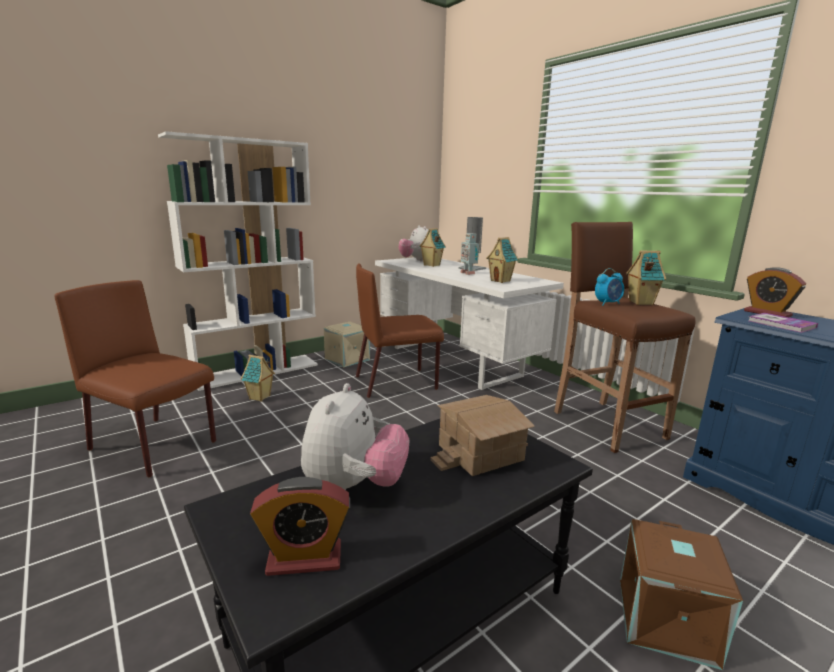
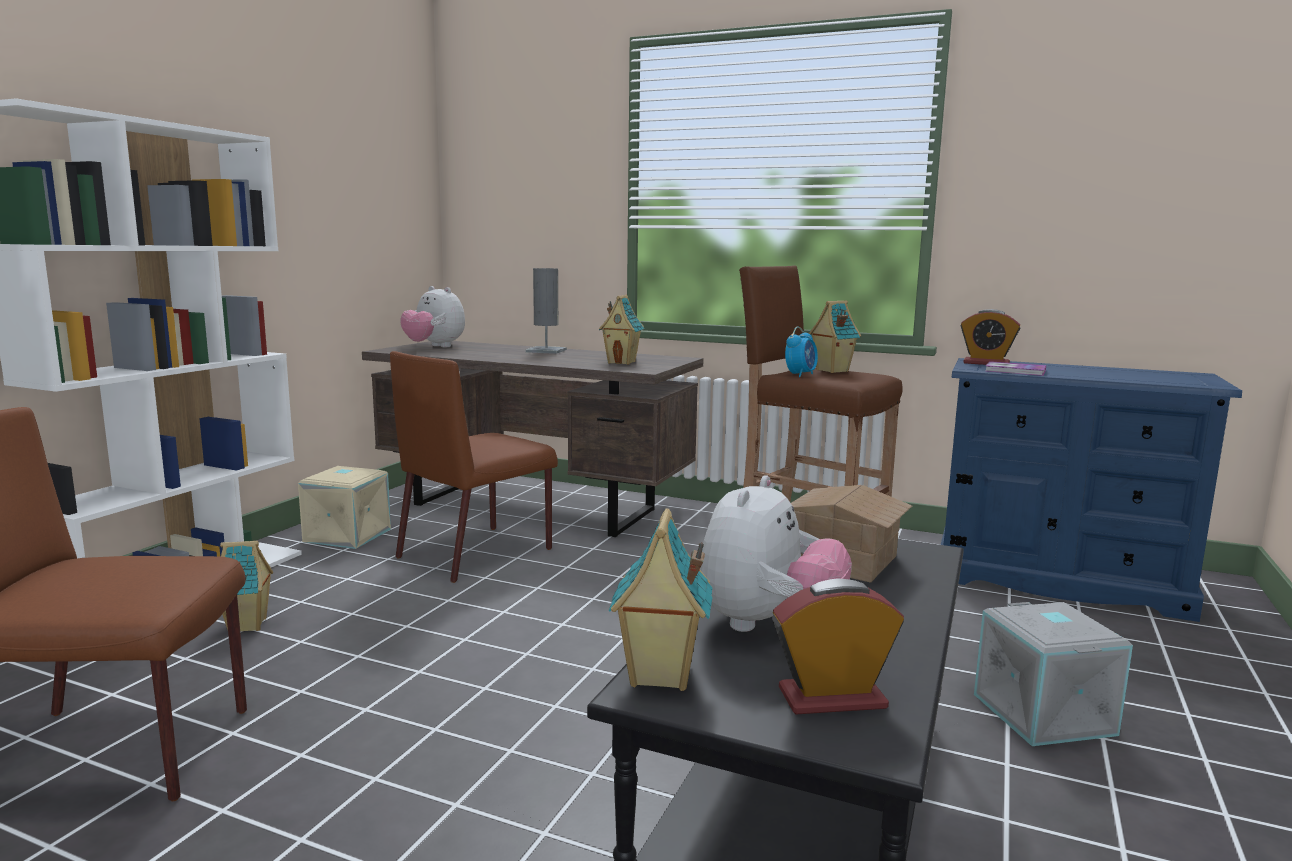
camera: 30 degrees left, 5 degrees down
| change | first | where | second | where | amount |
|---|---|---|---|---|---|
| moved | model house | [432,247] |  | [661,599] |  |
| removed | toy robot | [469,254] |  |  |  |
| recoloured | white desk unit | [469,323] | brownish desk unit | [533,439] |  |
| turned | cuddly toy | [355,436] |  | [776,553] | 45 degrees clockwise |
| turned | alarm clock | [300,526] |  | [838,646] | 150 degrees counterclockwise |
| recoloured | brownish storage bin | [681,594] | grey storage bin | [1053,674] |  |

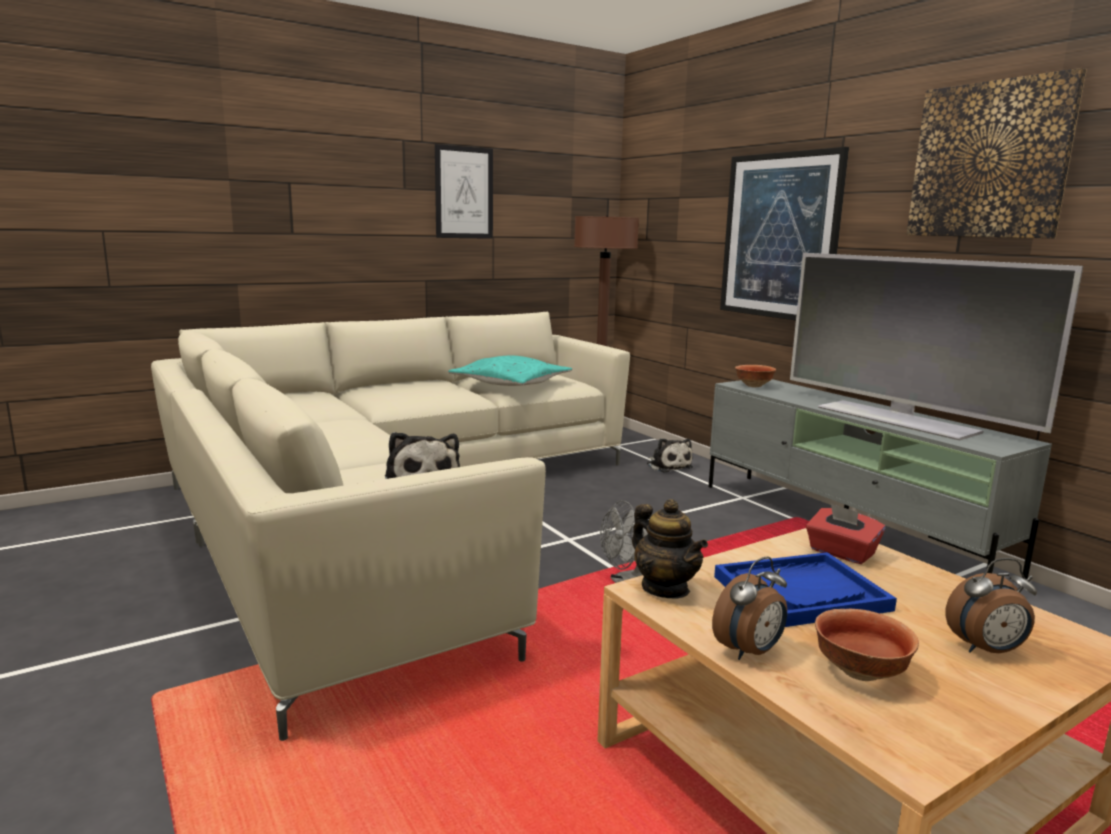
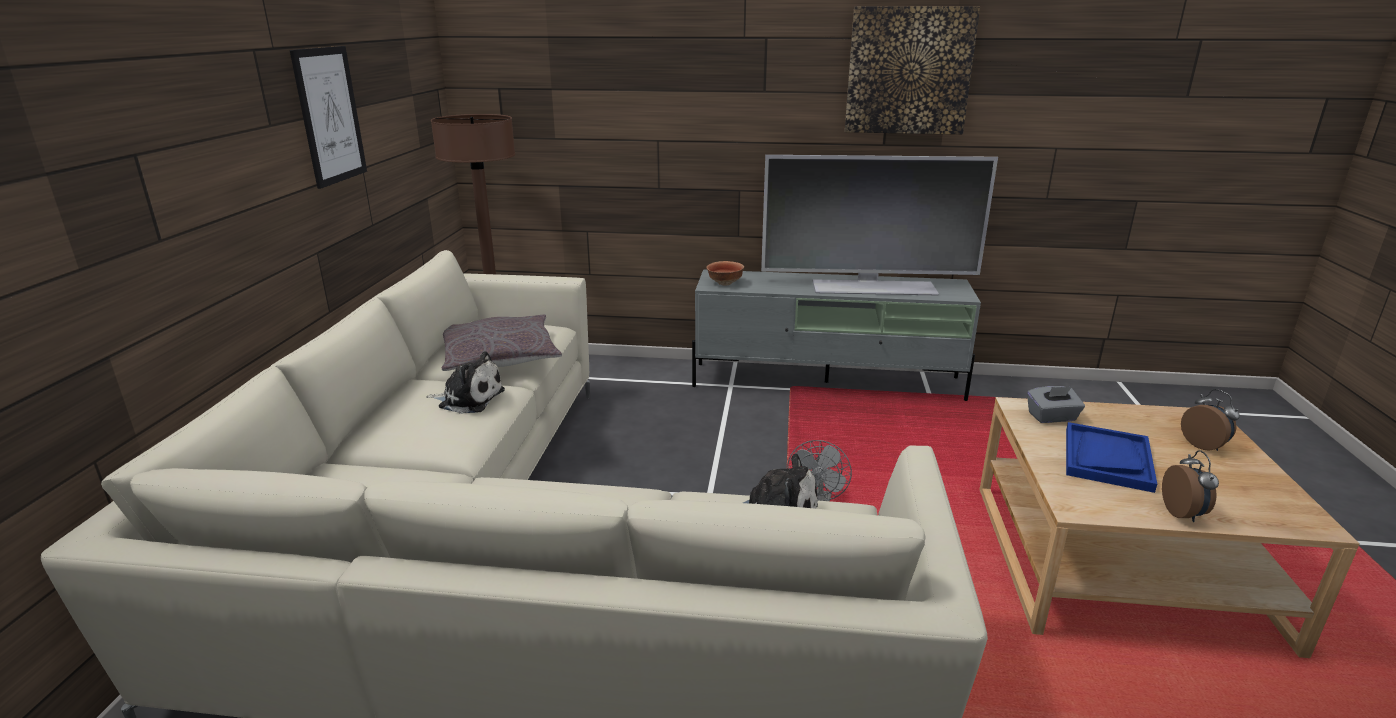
camera: 50 degrees left, 10 degrees up
| change | first | where | second | where | amount |
|---|---|---|---|---|---|
| removed | picture | [784,234] |  |  |  |
| recoloured | turquoise throw pillow | [510,371] | grey throw pillow | [502,342] |  |
| moved | cuddly toy | [670,455] |  | [465,382] |  |
| removed | teapot | [670,548] |  |  |  |
| recoloured | reddish tissue holder | [845,534] | grey tissue holder | [1056,404] |  |
| turned | alarm clock | [991,605] |  | [1210,420] | 60 degrees counterclockwise |
| removed | serving bowl | [867,645] |  |  |  |

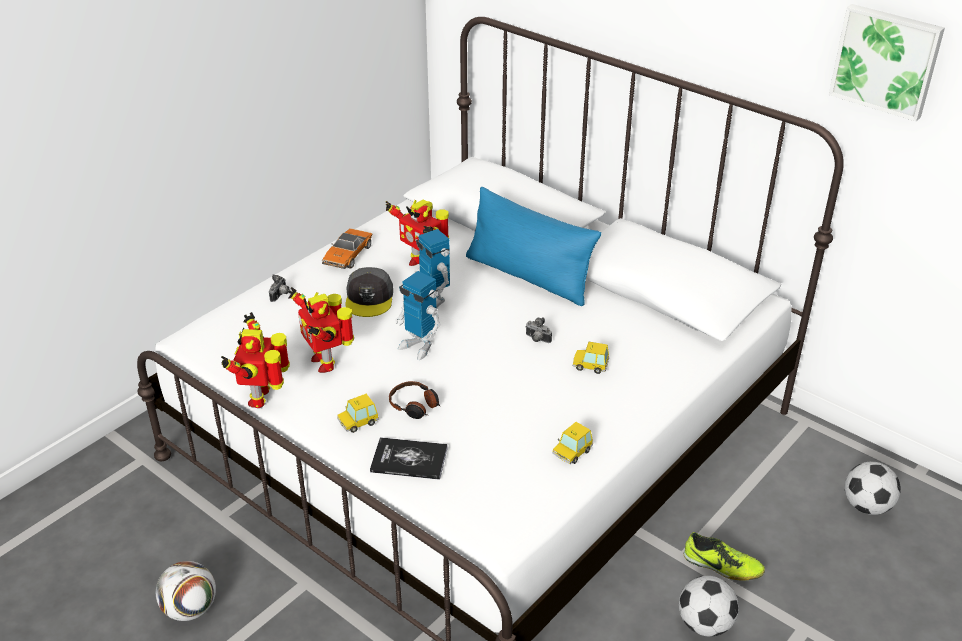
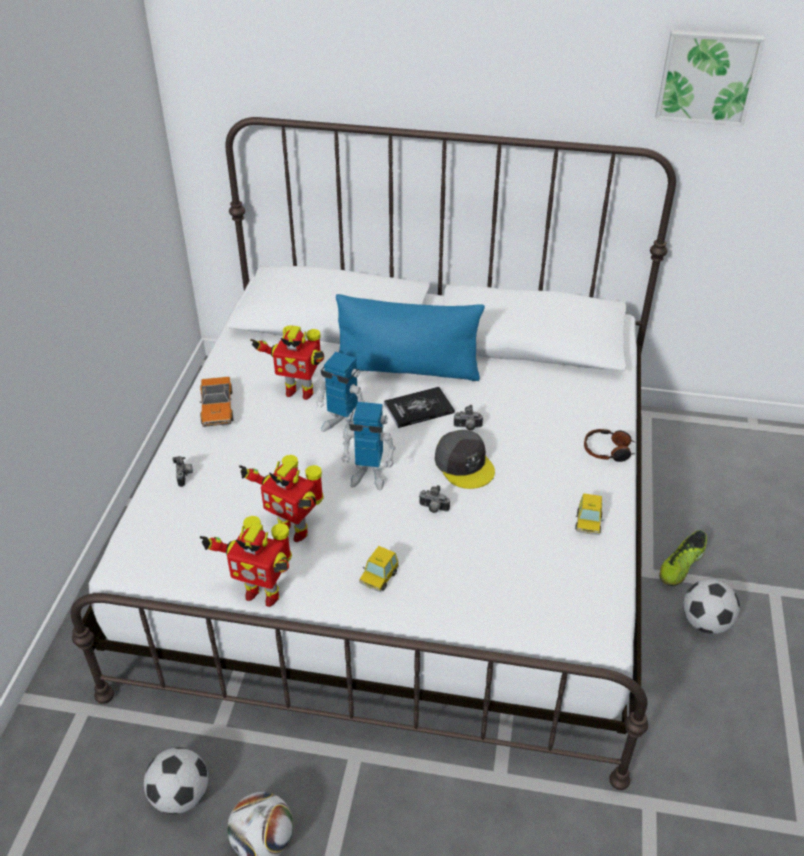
camera: 30 degrees left, 5 degrees up
| change | first | where | second | where | amount |
|---|---|---|---|---|---|
| moved | grey baseball cap | [369,292] |  | [465,459] |  |
| turned | toy robot | [255,360] |  | [246,561] | 45 degrees counterclockwise |
| removed | model car | [591,358] |  |  |  |
| moved | headset | [414,400] |  | [610,445] |  |
| moved | volume | [409,458] |  | [419,407] |  |
| moved | ball for football | [873,488] |  | [176,780] |  |
| turned | low shoe | [724,556] |  | [683,558] | 135 degrees clockwise |
| added |  |  | photo camera | [434,499] |  |

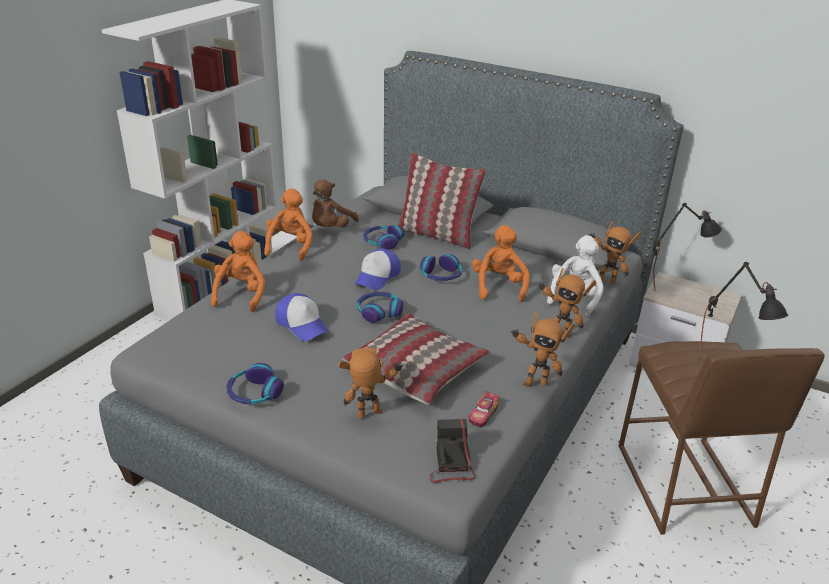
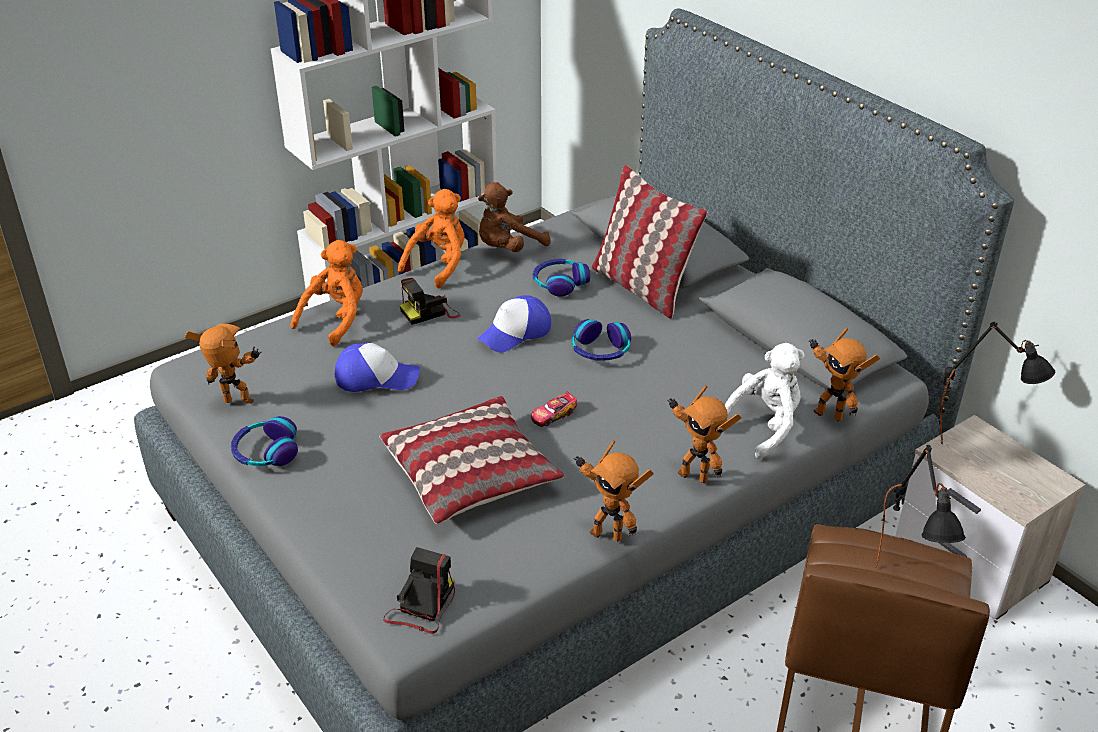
camera: 25 degrees right, 5 degrees up
| change | first | where | second | where | amount |
|---|---|---|---|---|---|
| removed | orange-coloured cuddly toy | [501,263] |  |  |  |
| removed | headset | [380,307] |  |  |  |
| turned | baseball cap | [302,317] |  | [377,367] | 75 degrees counterclockwise |
| moved | toy robot | [371,383] |  | [223,364] |  |
| moved | model car | [484,409] |  | [554,409] |  |
| added |  |  | photo camera | [430,301] |  |

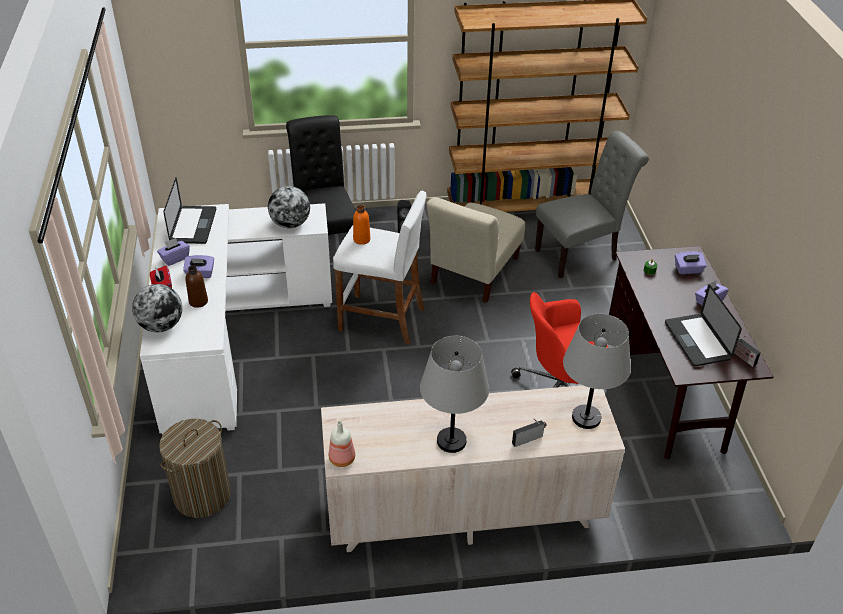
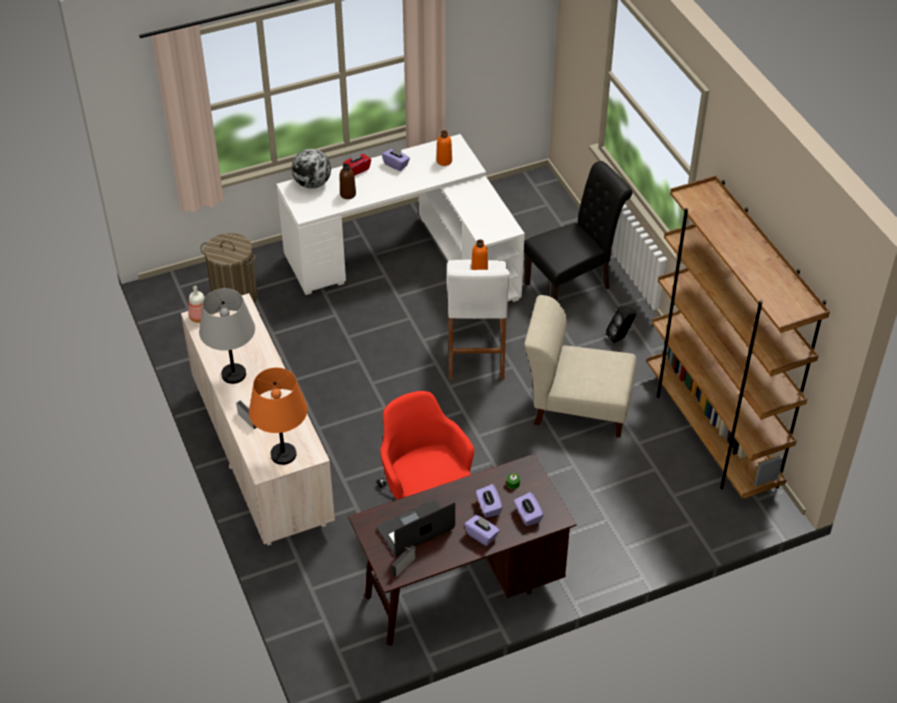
camera: 75 degrees right, 5 degrees up
| change | first | where | second | where | amount |
|---|---|---|---|---|---|
| removed | grey chair | [592,204] |  |  |  |
| replaced | portable computer | [189,210] | orange-coloured beverage bottle | [444,148] |  |
| removed | world globe | [289,207] |  |  |  |
| moved | purplish tissue holder | [198,266] |  | [489,501] |  |
| recoloured | grey table lamp | [597,371] | orange-coloured table lamp | [278,416] |  |

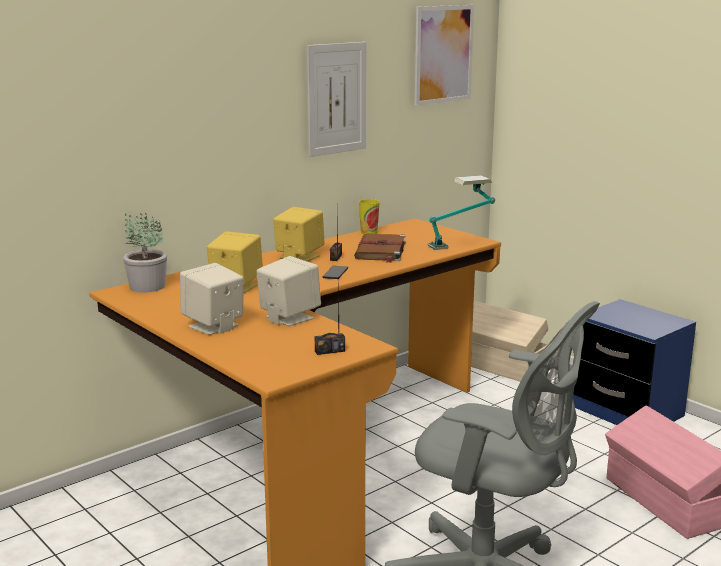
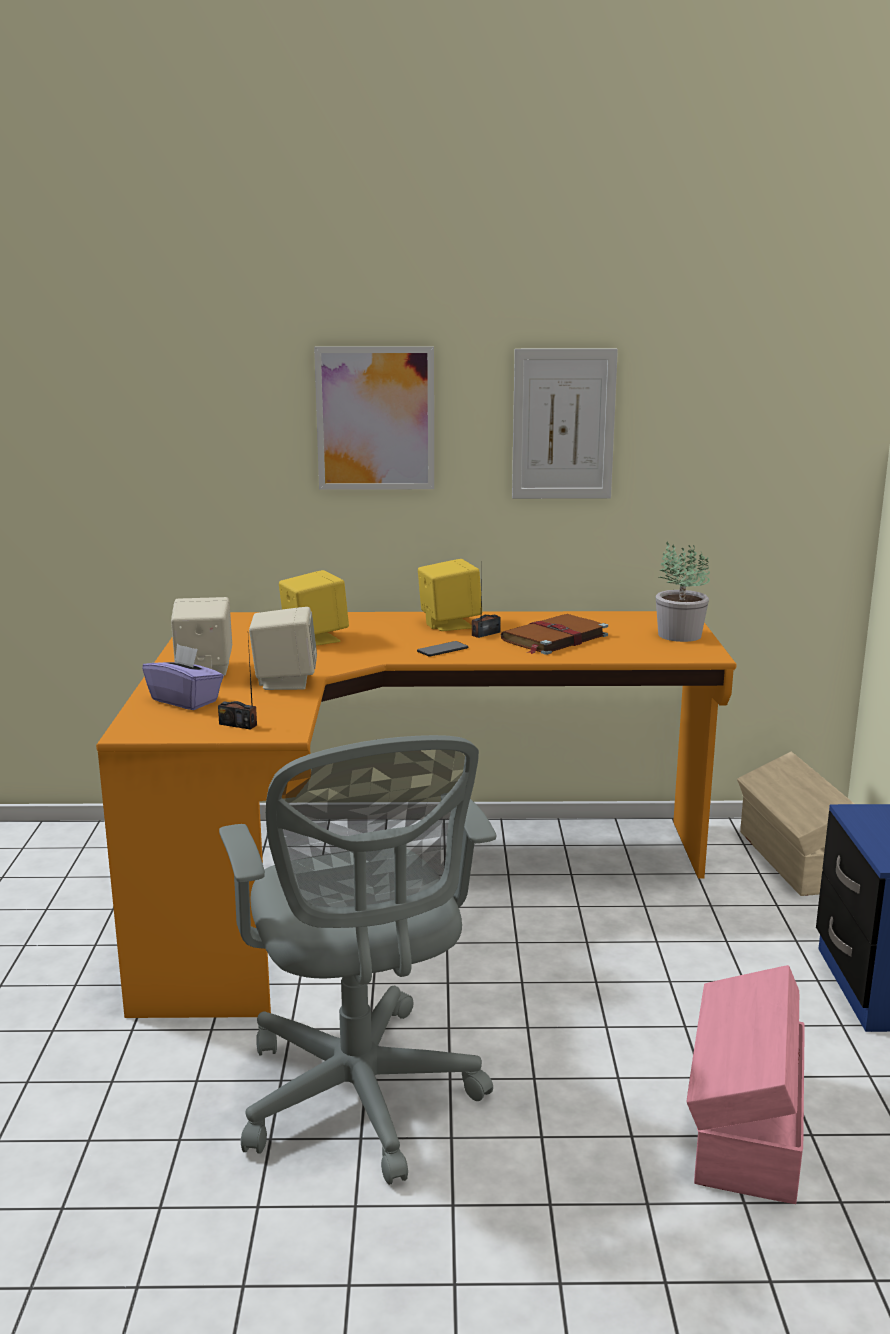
camera: 40 degrees right, 0 degrees up
| change | first | where | second | where | amount |
|---|---|---|---|---|---|
| moved | picture | [444,55] |  | [374,418] |  |
| removed | table lamp | [461,212] |  |  |  |
| removed | cup | [369,216] |  |  |  |
| moved | plant in a pot | [145,252] |  | [682,592] |  |
| added |  |  | purplish tissue holder | [183,677] |  |

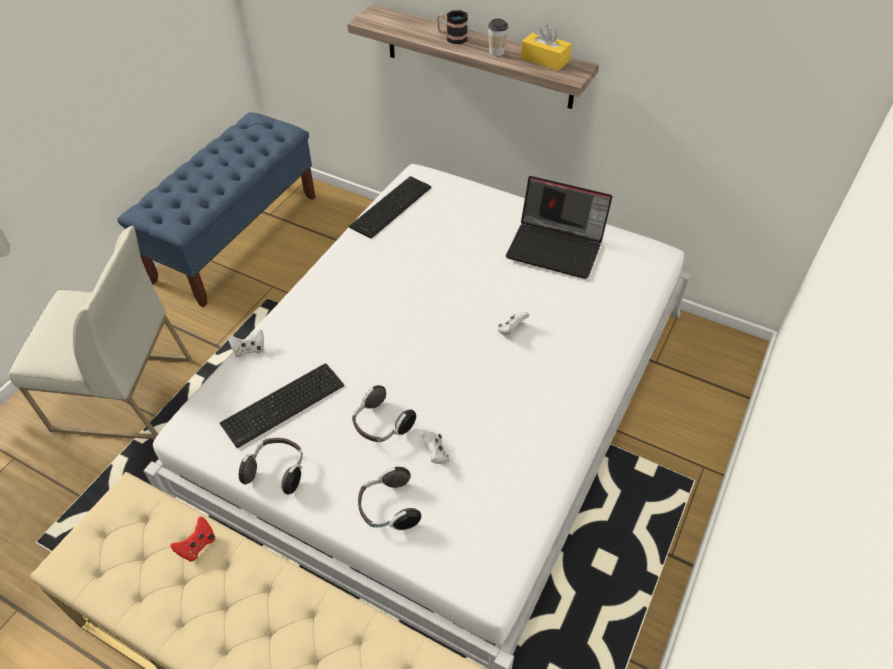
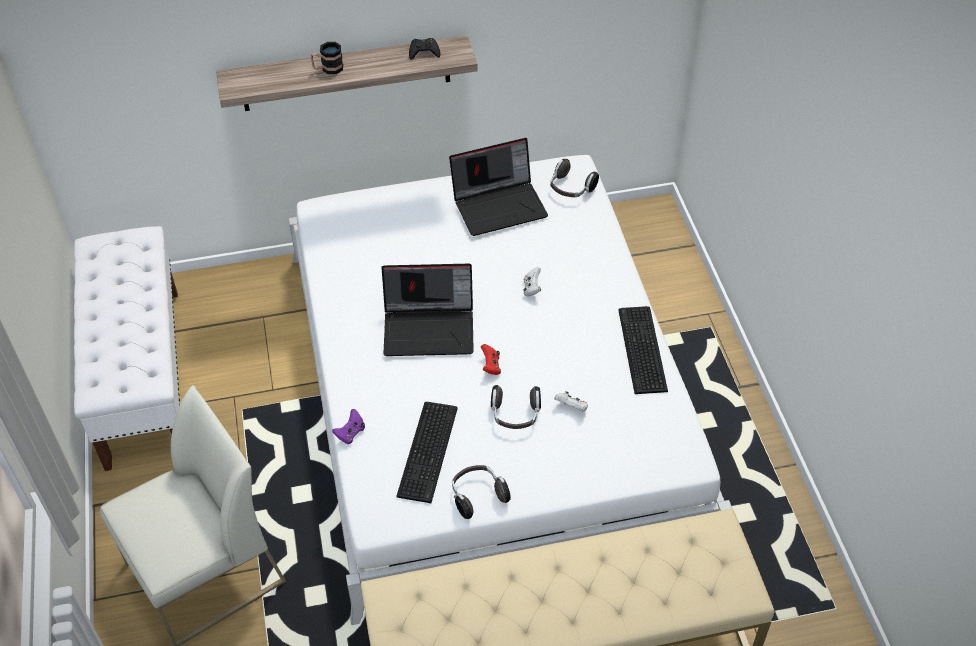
camera: 40 degrees left, 0 degrees up
| change | first | where | second | where | amount |
|---|---|---|---|---|---|
| removed | cup | [498,37] |  |  |  |
| replaced | yellow-coloured tissue holder | [546,48] | black game controller | [424,49] |  |
| recoloured | blue bench | [216,209] | white bench | [127,348] |  |
| moved | PC keyboard | [389,207] |  | [643,350] |  |
| recoloured | white game controller | [246,343] | purplish game controller | [348,426] |  |
| moved | headset | [389,498] |  | [574,178] |  |
| moved | reddish game controller | [192,539] |  | [491,359] |  |
| added |  |  | portable computer | [427,310] |  |

